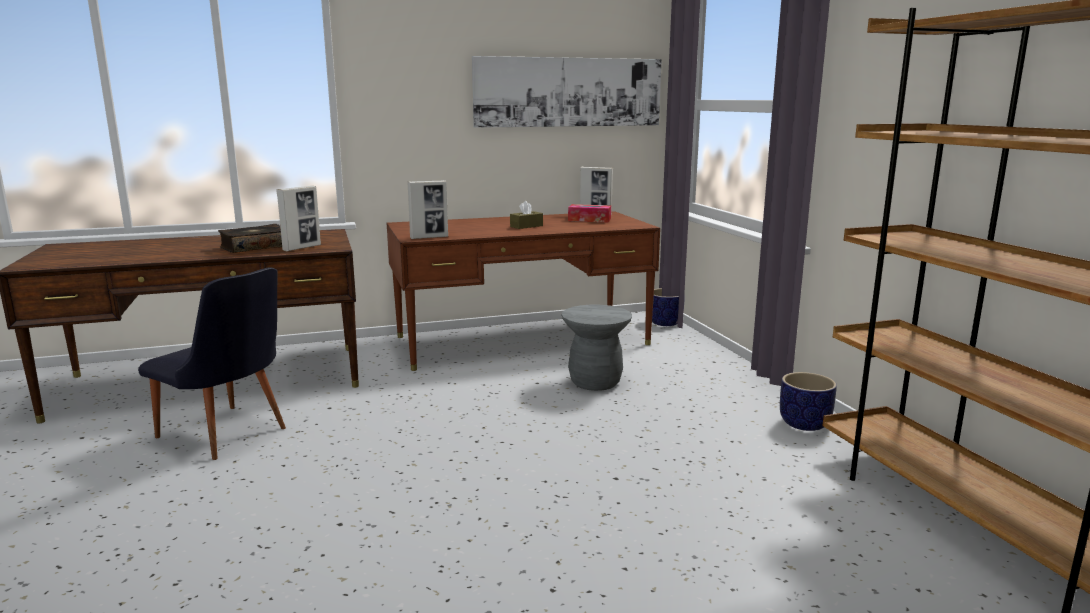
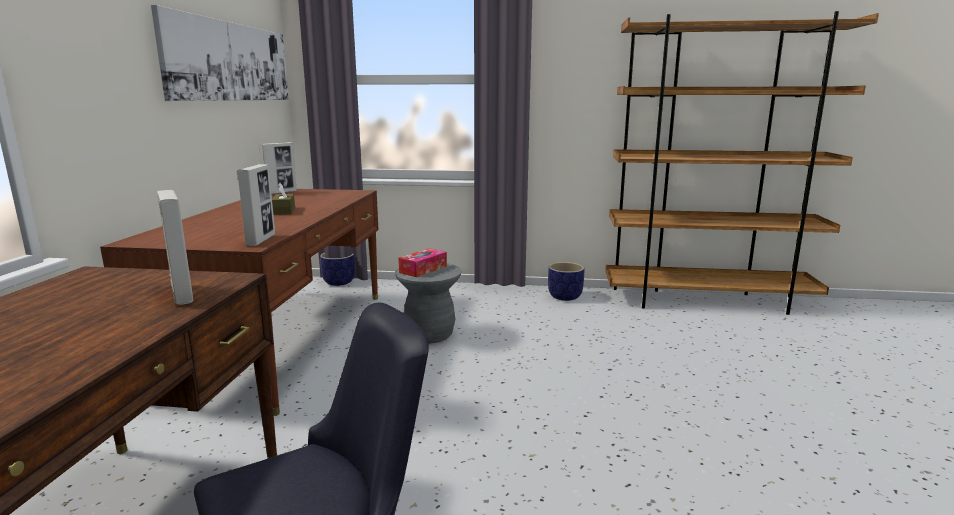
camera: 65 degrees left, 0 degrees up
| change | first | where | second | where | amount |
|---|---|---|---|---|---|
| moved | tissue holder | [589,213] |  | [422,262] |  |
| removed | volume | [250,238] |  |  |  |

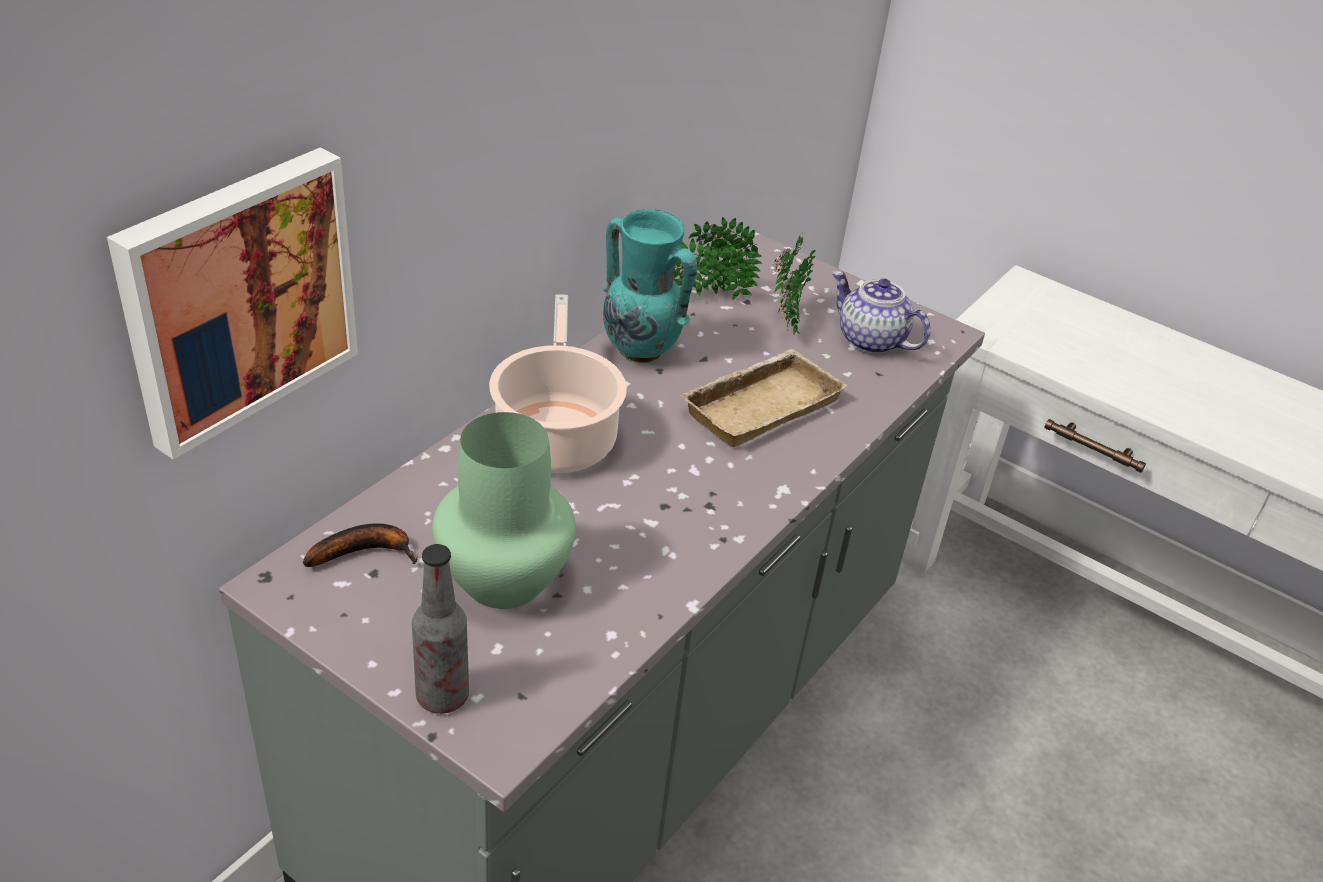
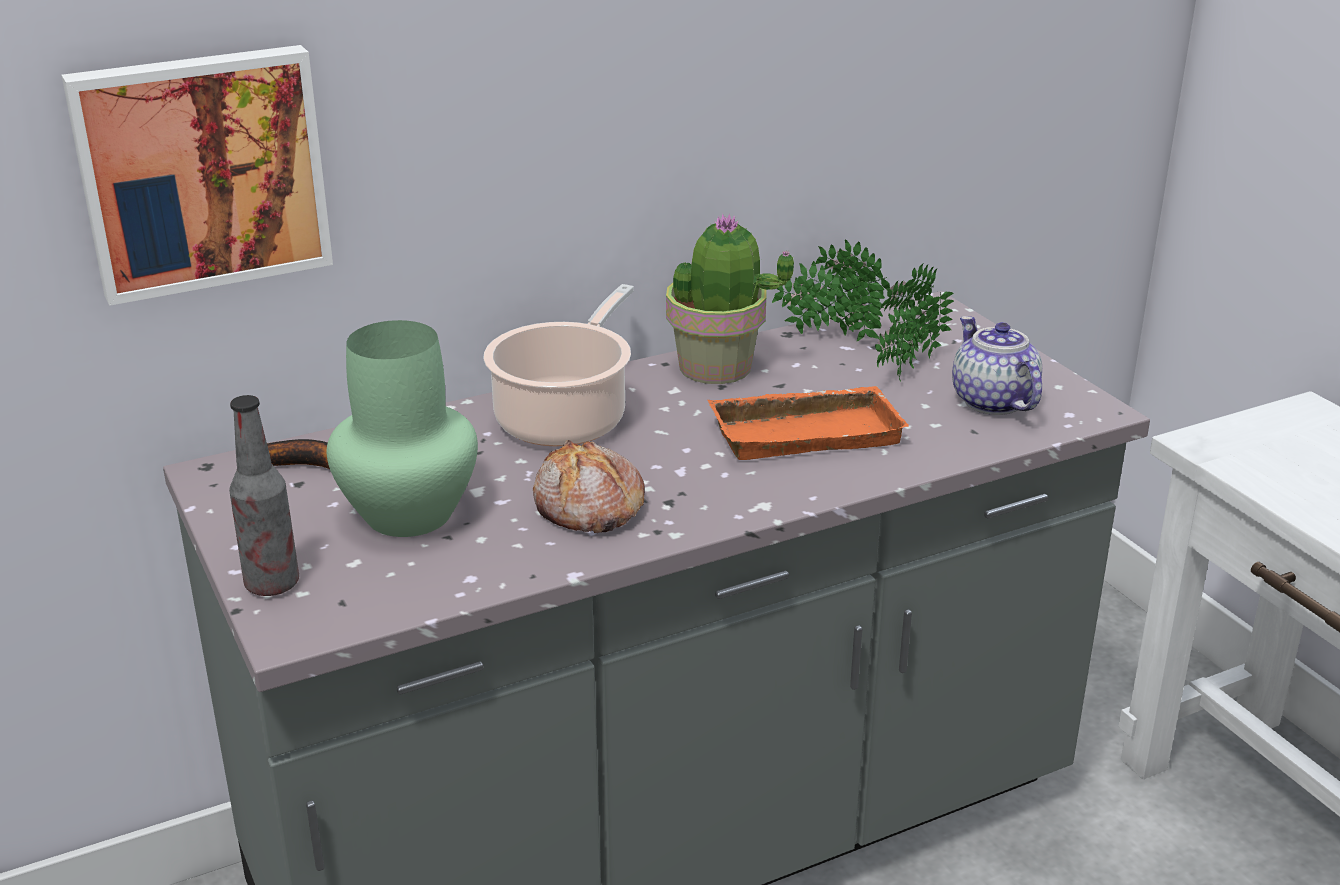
camera: 30 degrees right, 10 degrees down
| change | first | where | second | where | amount |
|---|---|---|---|---|---|
| replaced | turquoise decorative vase | [650,286] | plant in a pot | [730,298] |  |
| recoloured | beige-coloured carrying tray | [763,398] | orange-coloured carrying tray | [808,423] |  |
| added |  |  | bread | [589,486] |  |

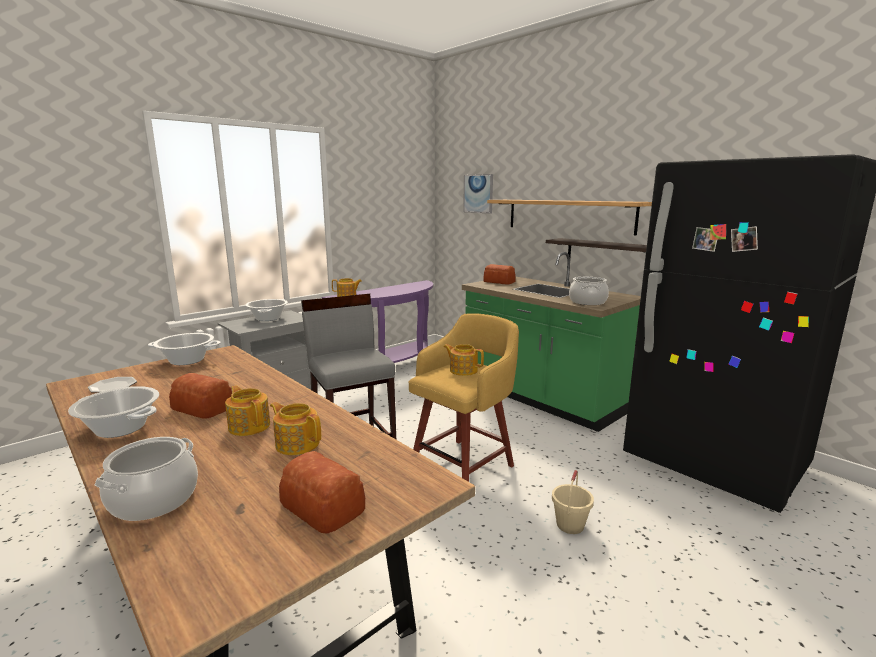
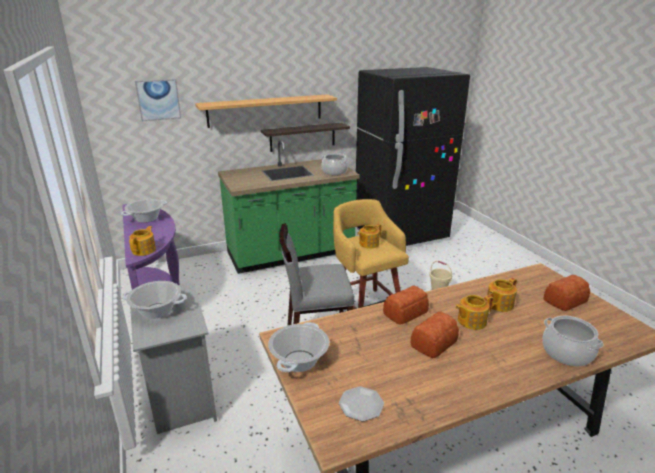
camera: 70 degrees left, 10 degrees up
| change | first | where | second | where | amount |
|---|---|---|---|---|---|
| moved | bread | [500,274] |  | [406,305] |  |
| moved | cooking pot | [113,412] |  | [144,211] |  |

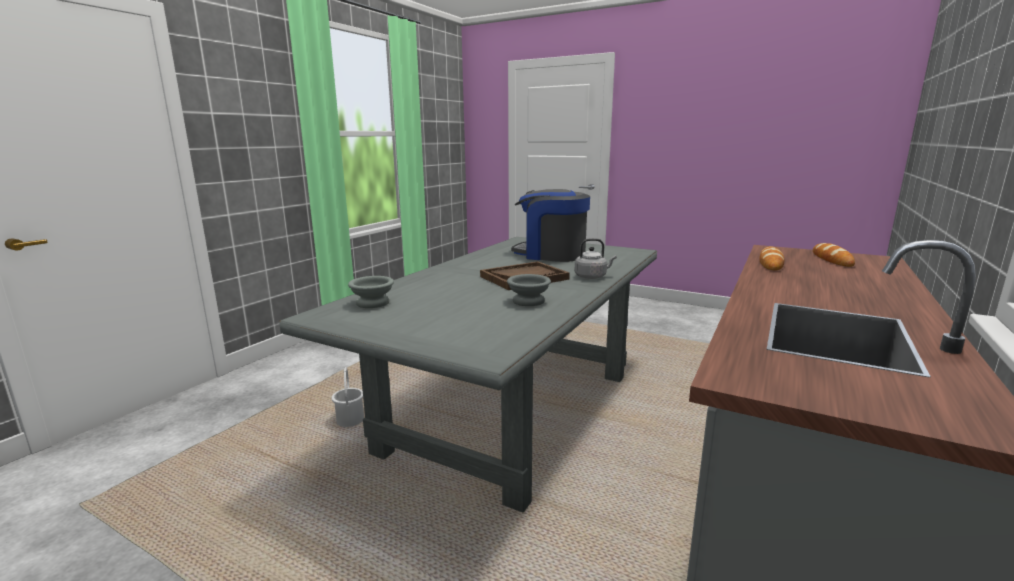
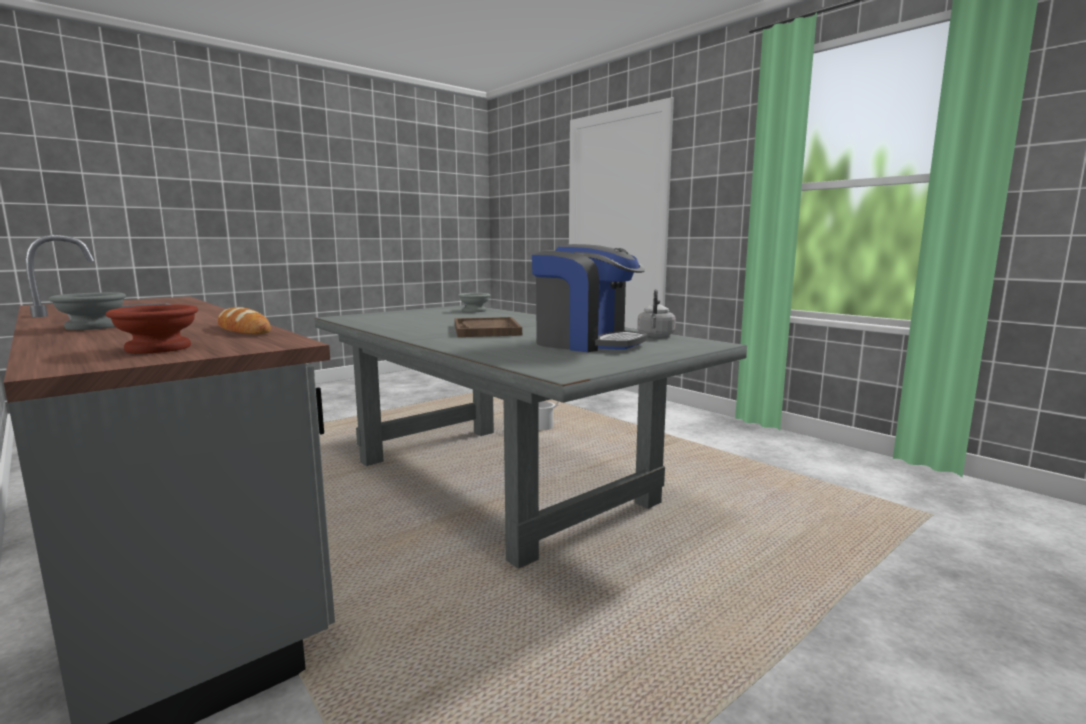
camera: 110 degrees right, 5 degrees down
| change | first | where | second | where | amount |
|---|---|---|---|---|---|
| turned | coffee maker | [550,225] |  | [590,298] | 75 degrees clockwise |
| moved | grey tea kettle | [596,258] |  | [656,313] |  |
| replaced | bread | [834,255] | brownish serving bowl | [152,329] |  |
| moved | grey serving bowl | [529,290] |  | [87,311] |  |

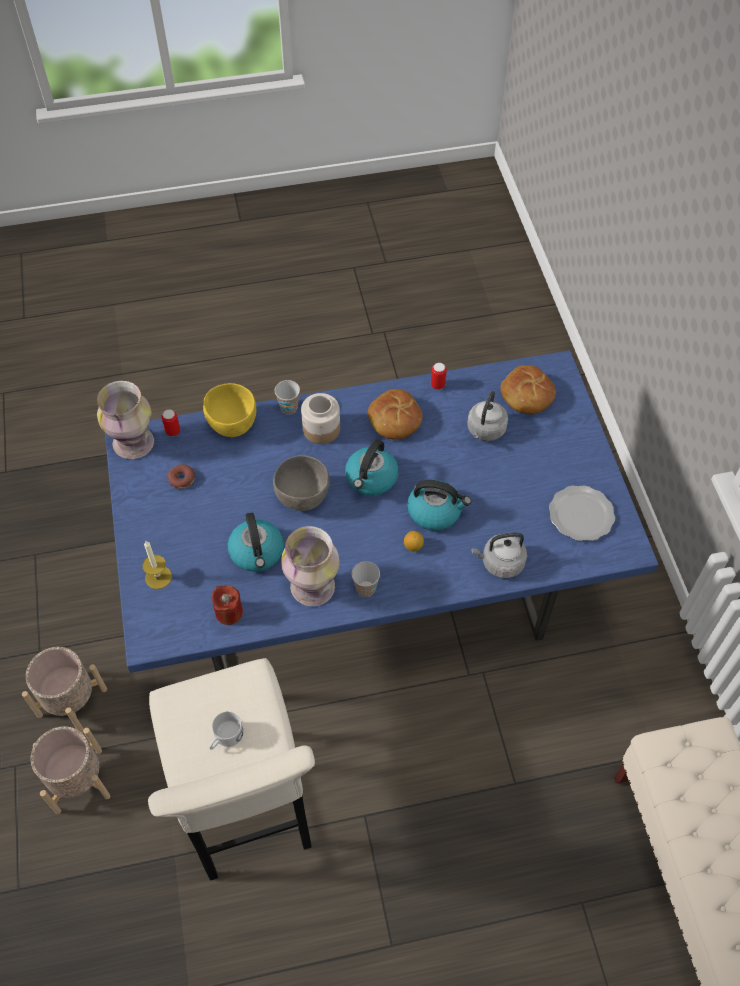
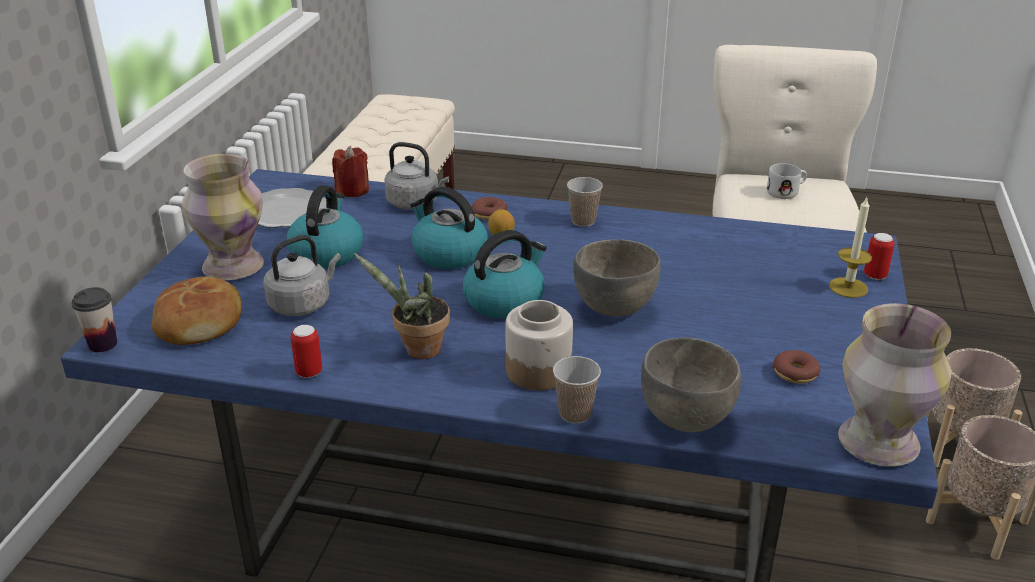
camera: 155 degrees left, 25 degrees down
| change | first | where | second | where | amount |
|---|---|---|---|---|---|
| recoloured | yellow-coloured serving bowl | [229,410] | grey serving bowl | [691,384] |  |
| replaced | bread | [395,414] | plant in a pot | [401,306] |  |
| moved | metal can | [170,422] |  | [879,256] |  |
| moved | tea kettle | [256,542] |  | [324,227] |  |
| moved | decorative vase | [310,566] |  | [223,217] |  |
| moved | reddish wax candle | [227,605] |  | [350,171] |  |
| added |  |  | ring doughnut | [489,208] |  |
| added |  |  | cup | [94,319] |  |

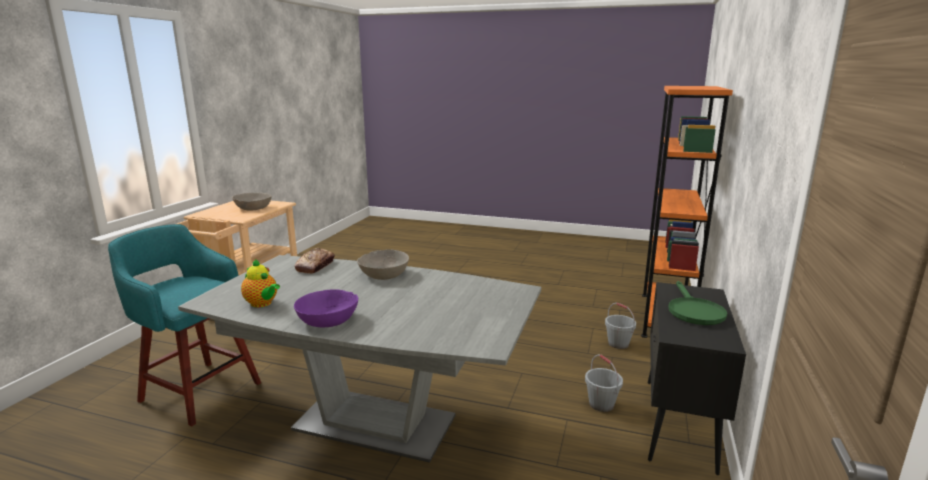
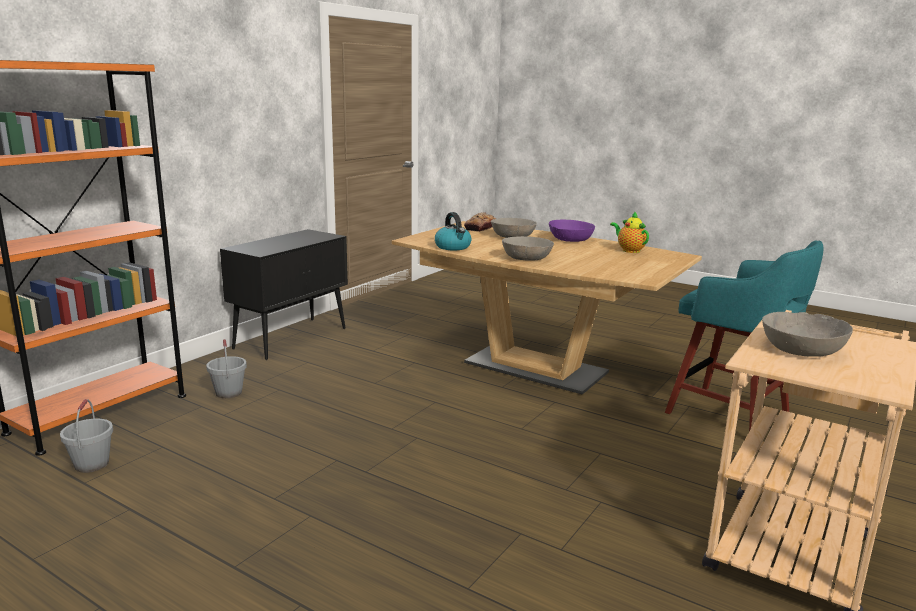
camera: 165 degrees left, 0 degrees up
| change | first | where | second | where | amount |
|---|---|---|---|---|---|
| moved | bread | [314,261] |  | [480,222] |  |
| recoloured | grey dinner table | [359,359] | brownish dinner table | [547,308] |  |
| removed | green frying pan | [697,303] |  |  |  |
| moved | grey bucket | [604,383] |  | [86,436] |  |
| added |  |  | tea kettle | [453,231] |  |
| added |  |  | grey serving bowl | [514,228] |  |

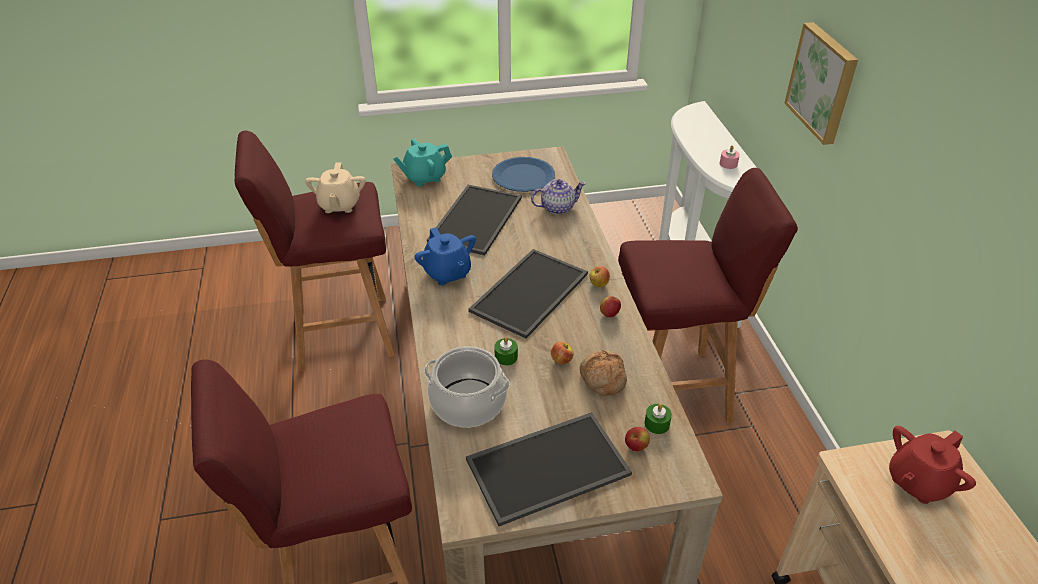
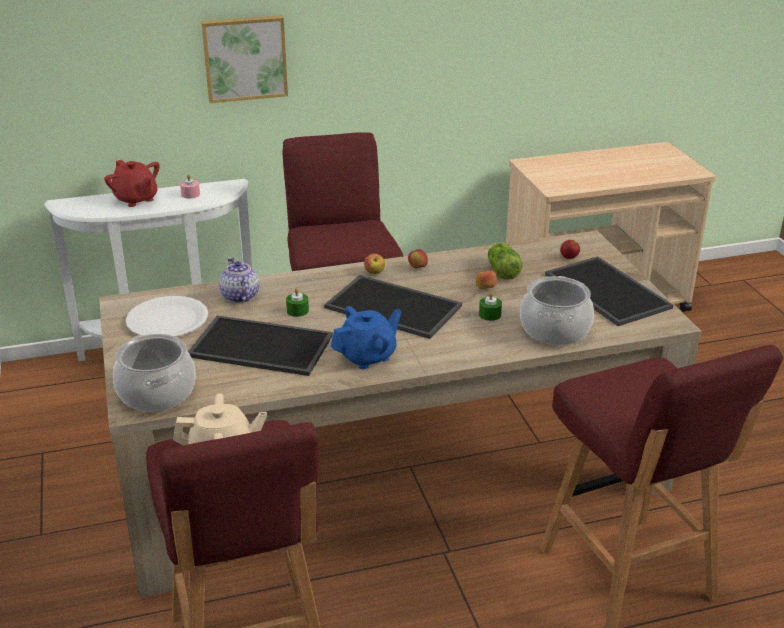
camera: 95 degrees left, 10 degrees down
| change | first | where | second | where | amount |
|---|---|---|---|---|---|
| replaced | turquoise teapot | [422,163] | cooking pot | [154,373] |  |
| recoloured | blue plate | [523,174] | white plate | [167,316] |  |
| replaced | bread | [603,373] | lettuce | [505,261] |  |
| moved | green wax candle | [658,419] |  | [297,302] |  |
| moved | reddish teapot | [932,465] |  | [132,183] |  |

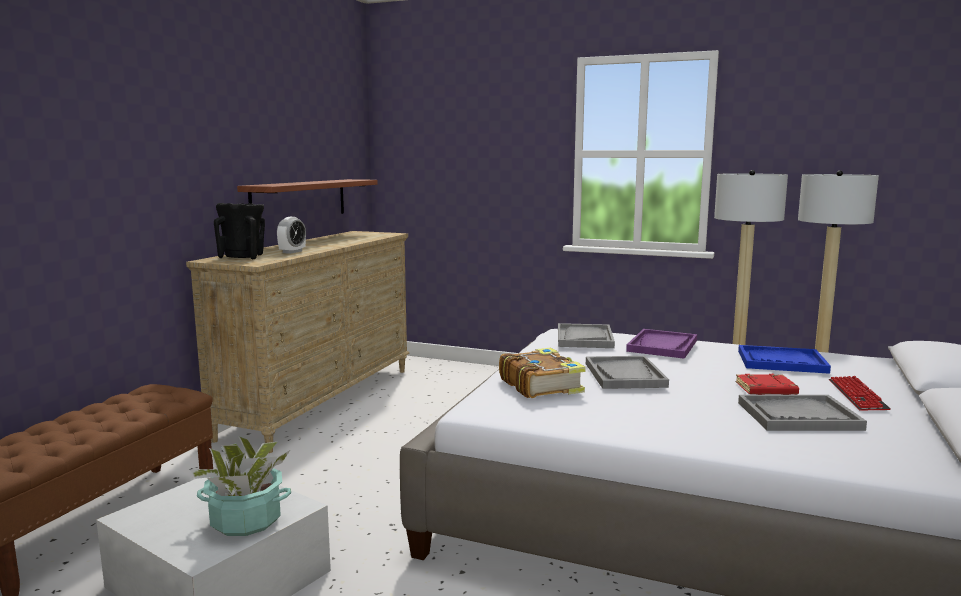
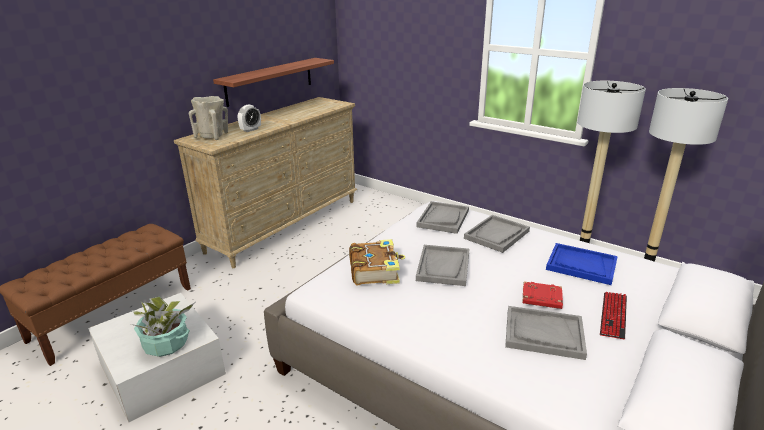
camera: 15 degrees right, 15 degrees up
| change | first | where | second | where | amount |
|---|---|---|---|---|---|
| recoloured | black decorative vase | [239,231] | beige-coloured decorative vase | [208,118] |  |
| recoloured | purplish carrying tray | [661,344] | grey carrying tray | [497,234] |  |

